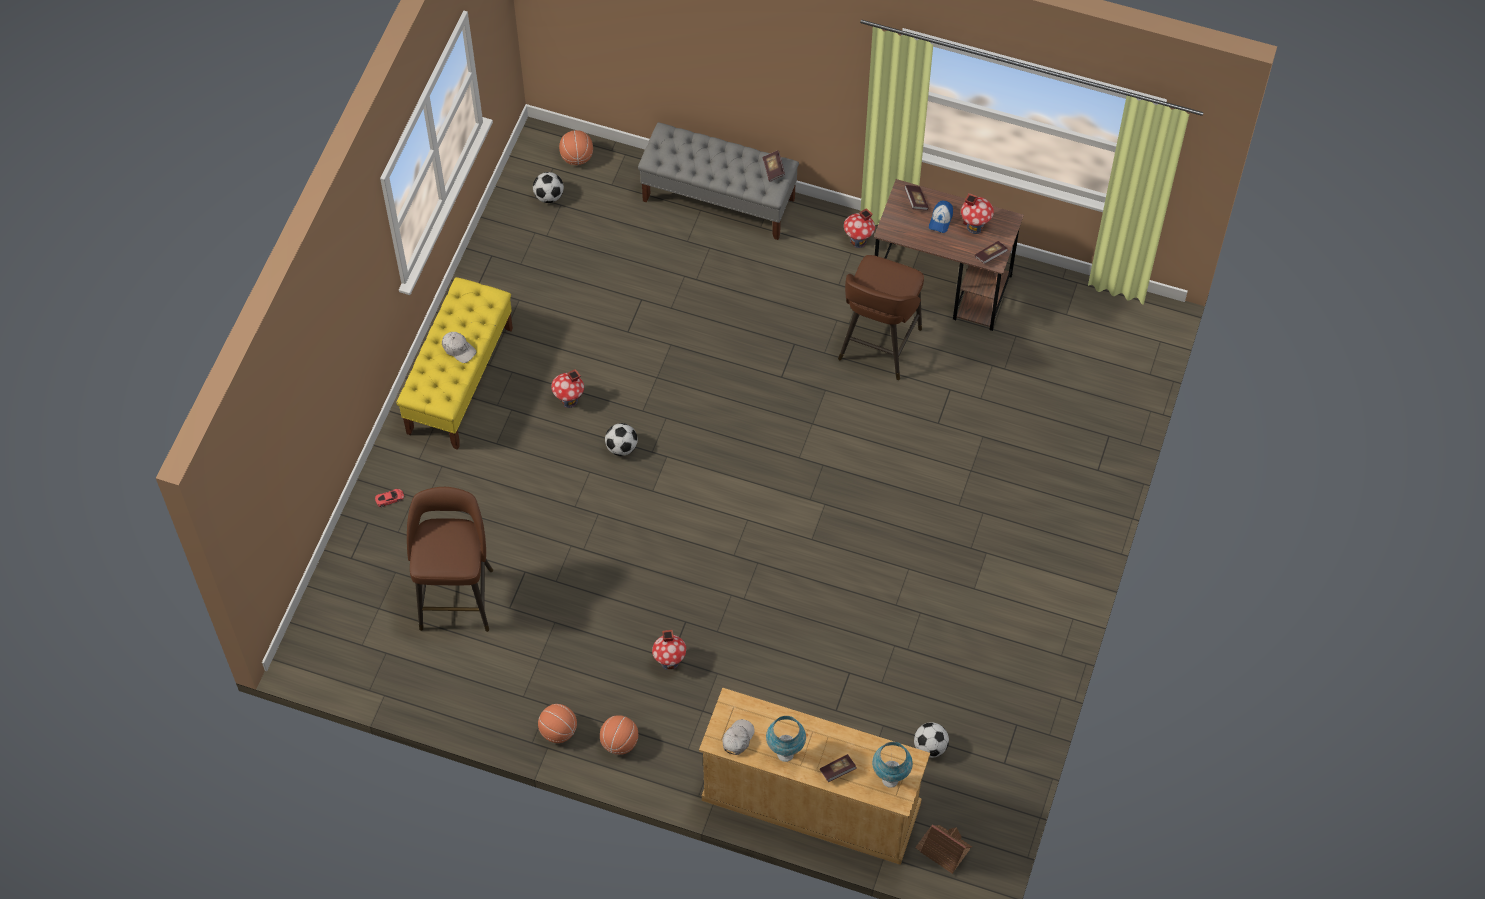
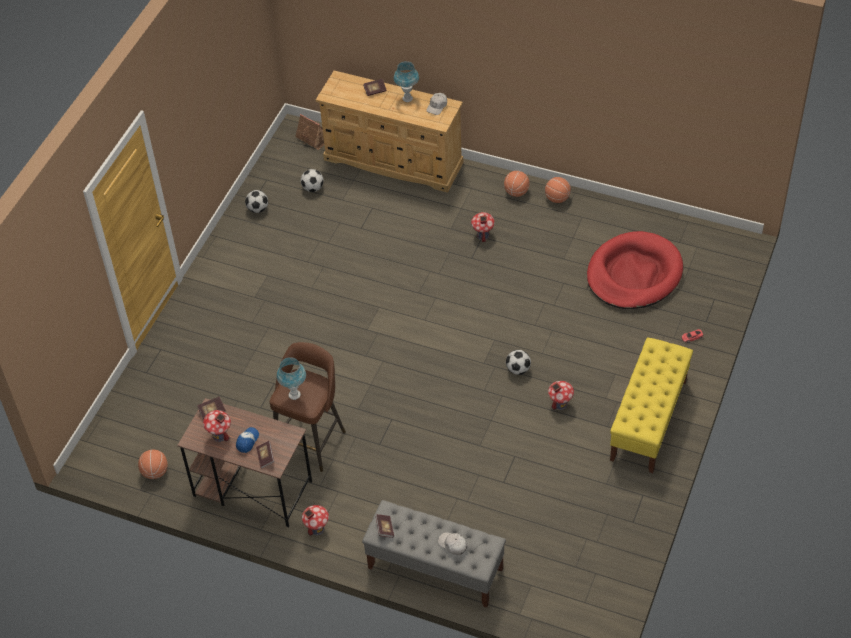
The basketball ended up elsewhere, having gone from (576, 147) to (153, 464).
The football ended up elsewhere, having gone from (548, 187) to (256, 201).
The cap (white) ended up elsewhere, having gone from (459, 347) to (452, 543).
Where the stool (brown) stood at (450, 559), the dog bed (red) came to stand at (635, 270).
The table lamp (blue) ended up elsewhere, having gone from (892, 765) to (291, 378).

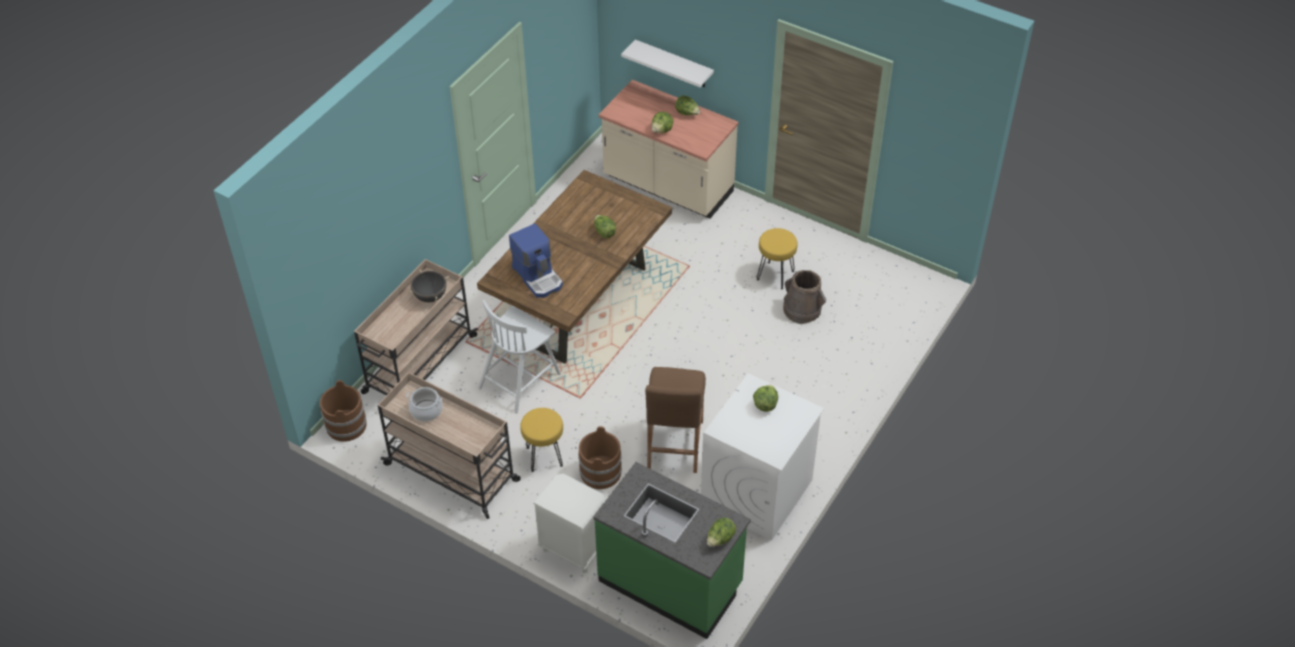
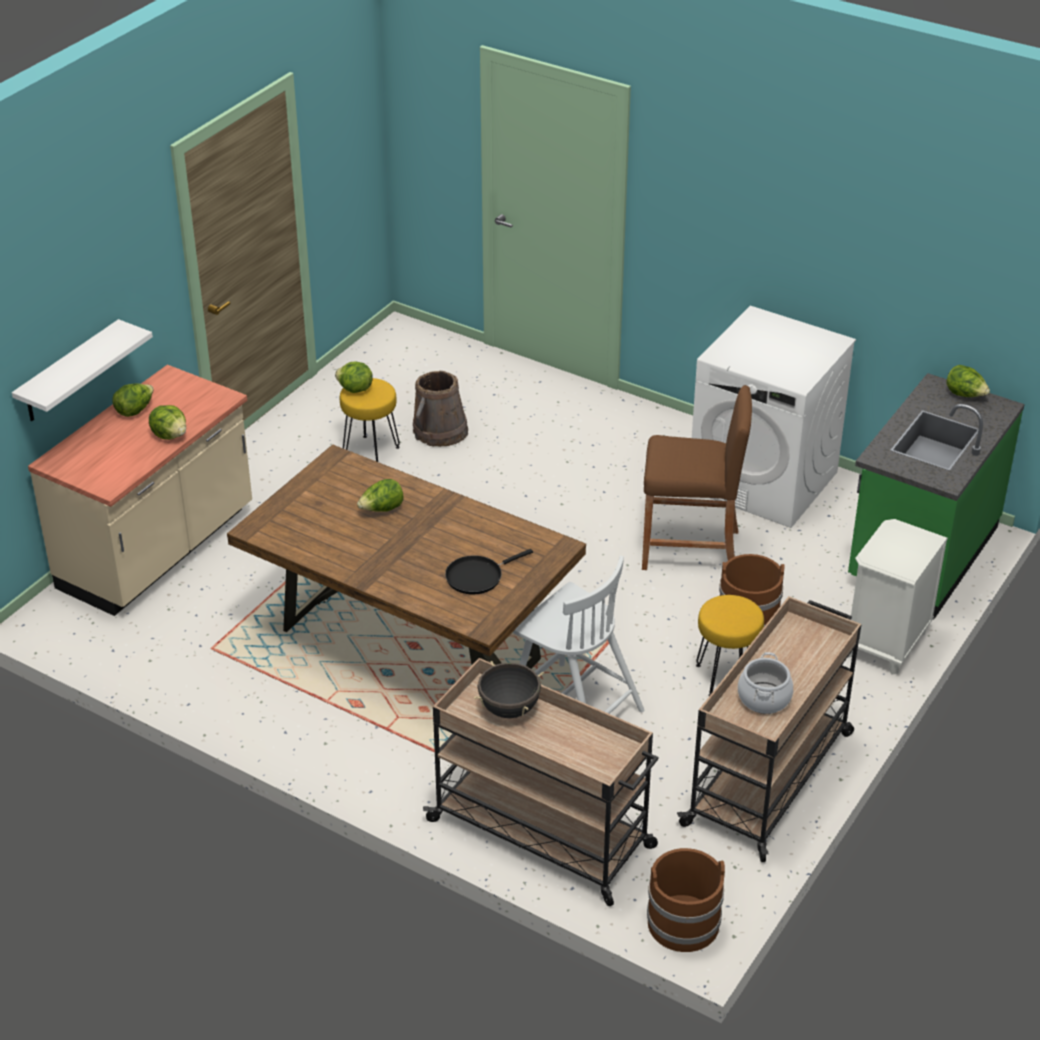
Where the coffee machine stood at (536, 260), the frying pan (black) came to stand at (489, 571).
The lettuce ended up elsewhere, having gone from (765, 398) to (354, 377).

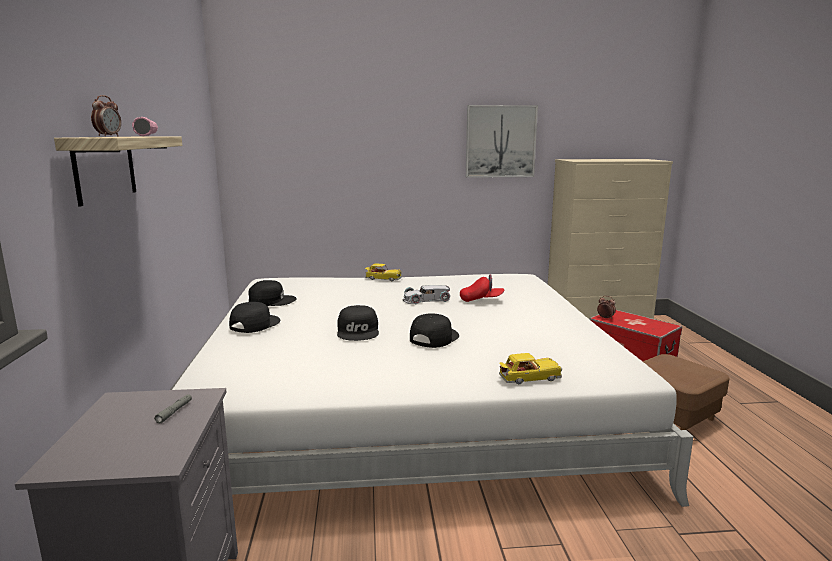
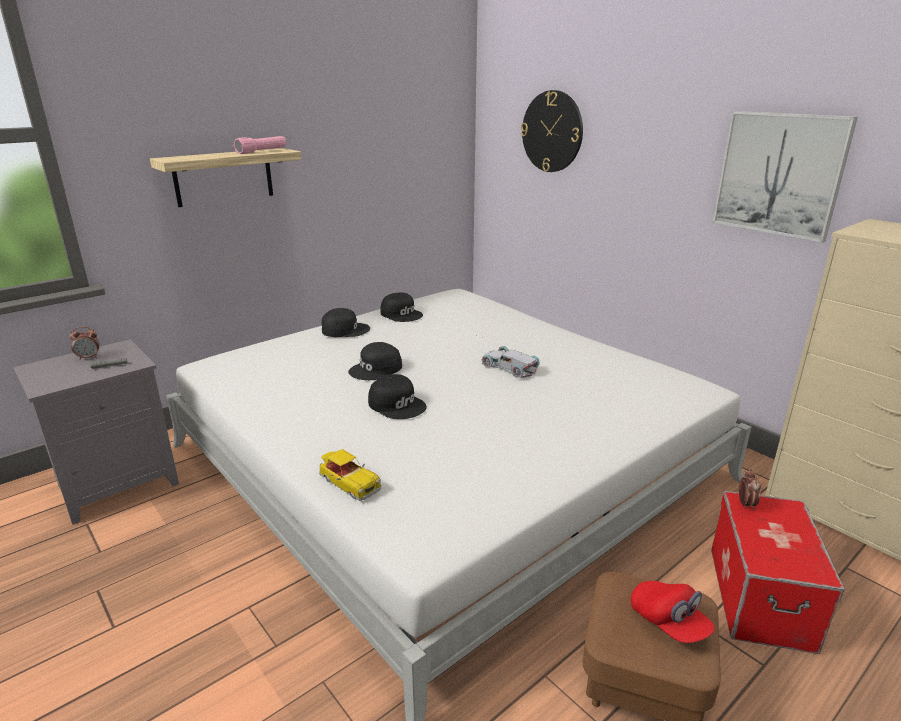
The alarm clock ended up elsewhere, having gone from (106, 115) to (85, 343).
The second view lost the toy car at (383, 272).
The cap (red) ended up elsewhere, having gone from (482, 288) to (673, 612).
The cap (black) at (434, 330) ended up facing another way, 45 degrees clockwise from before.
The second view gained the wall clock at (552, 131).

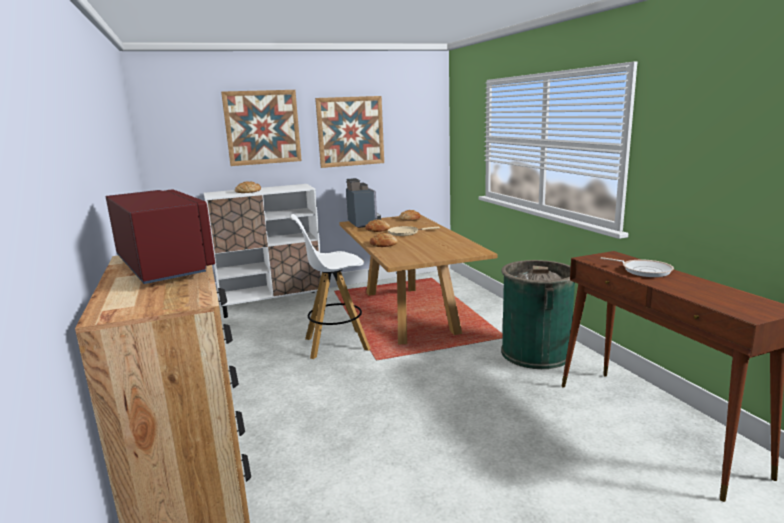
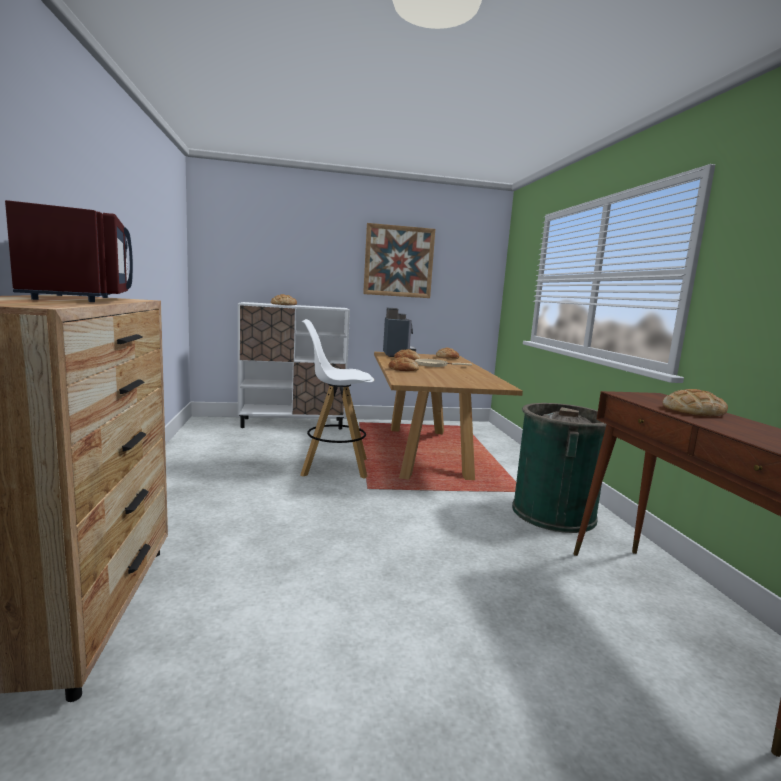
The second view lost the picture at (261, 128).
Where the frying pan stood at (637, 267), the bread came to stand at (695, 402).

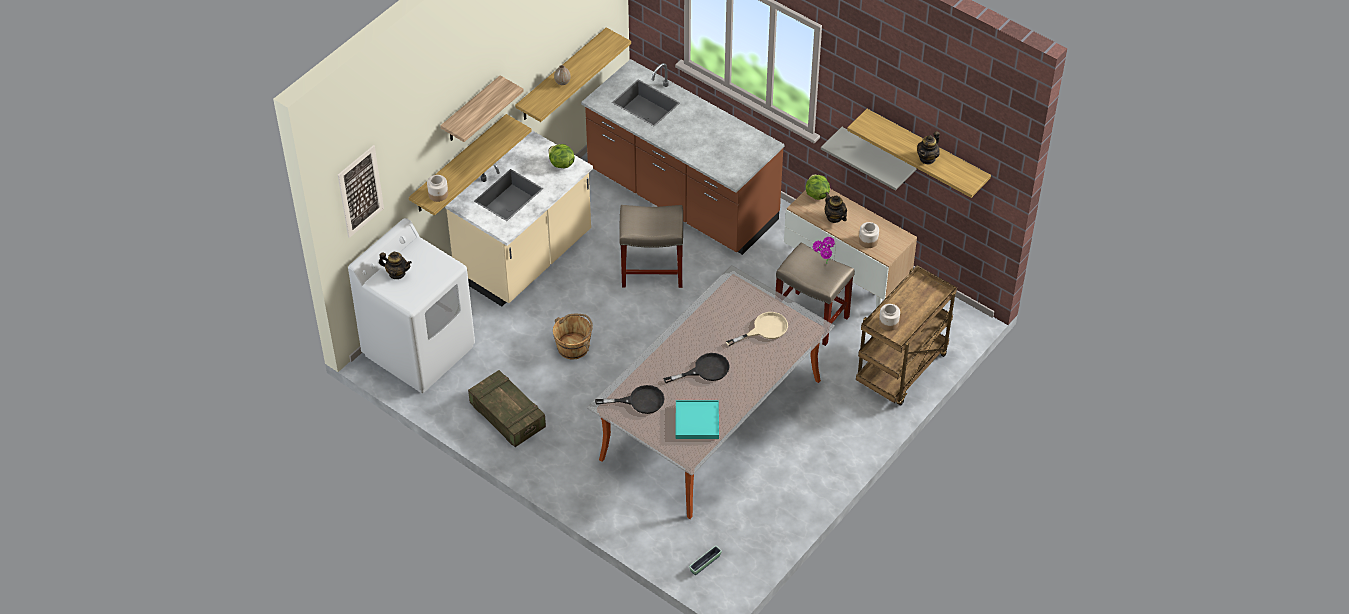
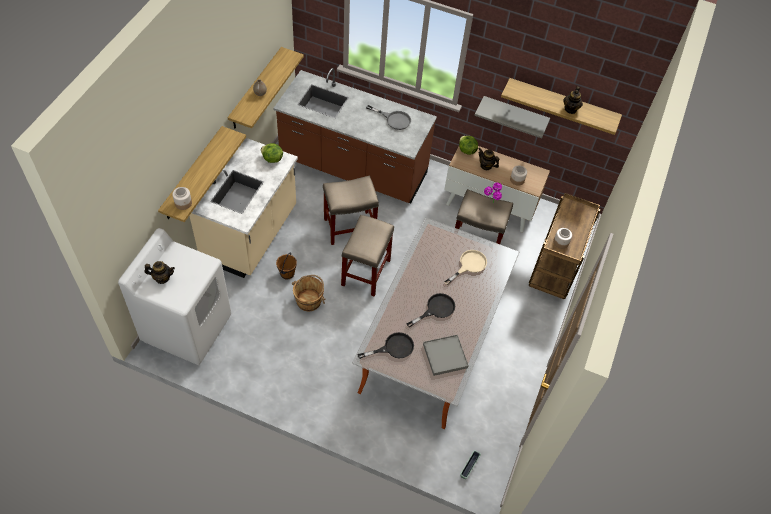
The second view lost the shelf at (482, 108).
The second view lost the picture at (361, 191).
The second view lost the crate at (507, 408).
What was the tray (turquoise) at (697, 419) turned into the tray (grey) at (446, 355).
The second view gained the frying pan (grey) at (388, 117).
The second view gained the stool (beige) at (367, 255).
The second view gained the bucket (brown) at (286, 266).

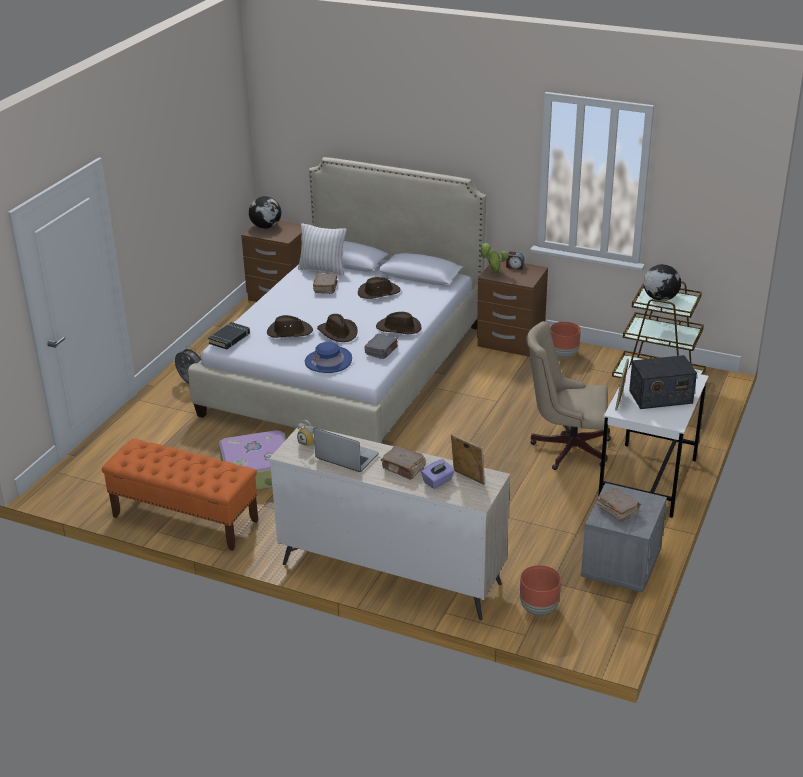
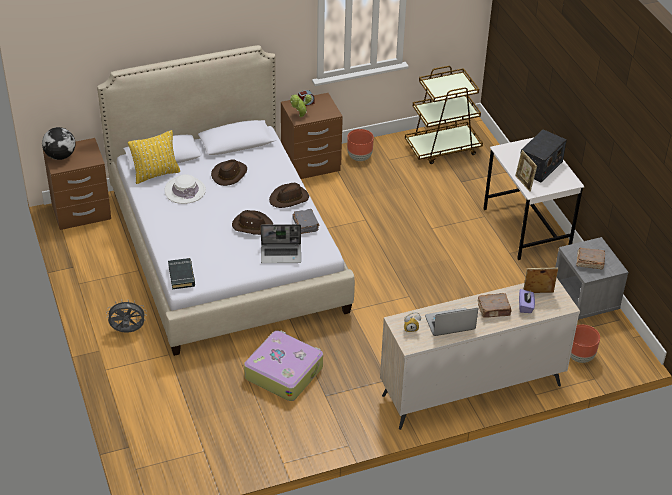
What was the pillow (white) at (322, 249) turned into the pillow (yellow) at (154, 157).
The second view lost the globe at (662, 282).
Where the book (brown) stood at (325, 283), the hat (white) came to stand at (185, 189).
The second view lost the hat (brown) at (290, 326).
The second view lost the office chair (beige) at (568, 395).
Where the hat (blue) stood at (328, 357), the laptop came to stand at (281, 243).
The second view lost the bench (orange) at (180, 494).

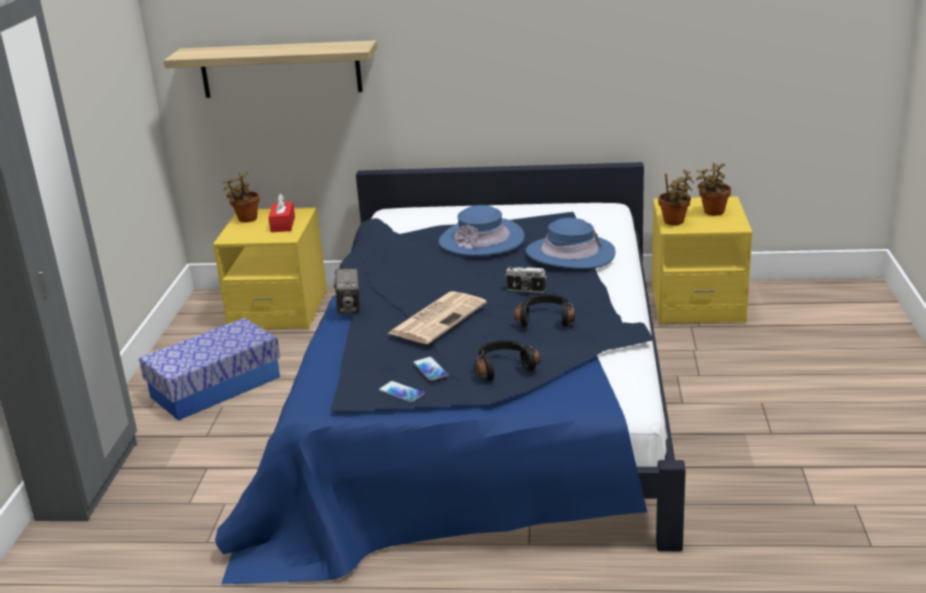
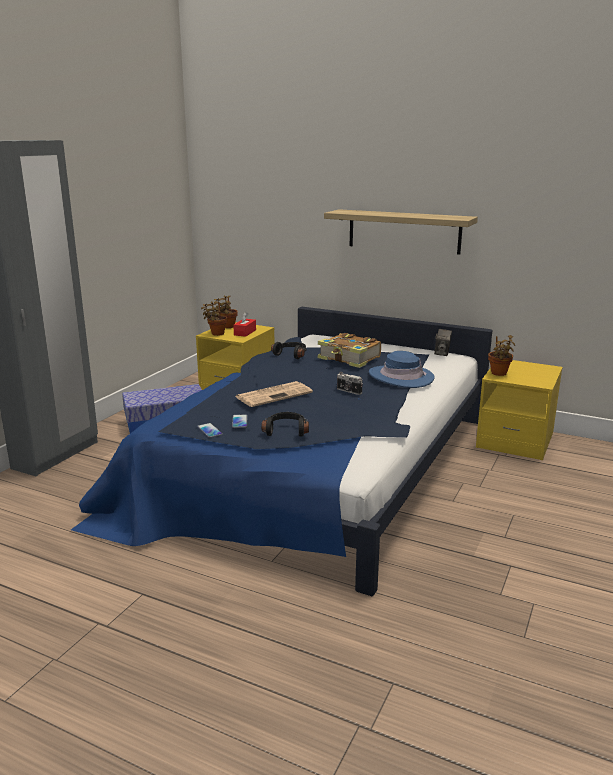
The shelf ended up elsewhere, having gone from (270, 69) to (401, 232).
The potted plant ended up elsewhere, having gone from (713, 189) to (214, 318).
Where the hat (blue) stood at (482, 230), the book came to stand at (349, 350).
The photo camera ended up elsewhere, having gone from (346, 291) to (443, 342).
The headphones (black) ended up elsewhere, having gone from (544, 310) to (289, 350).

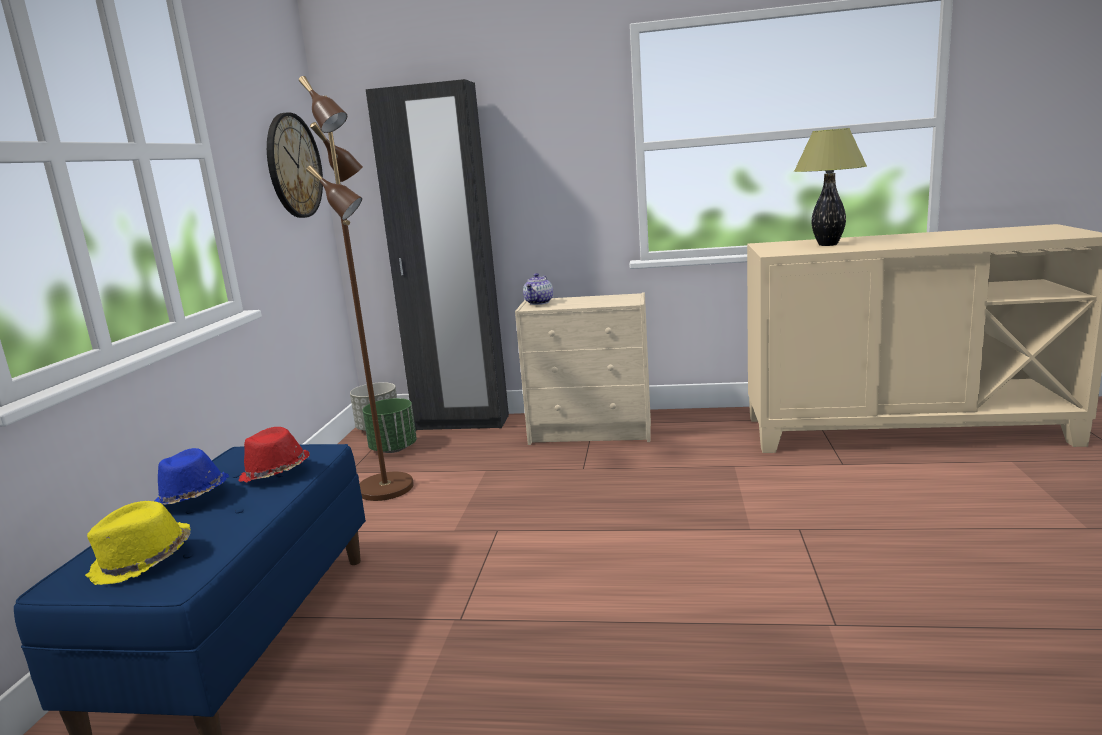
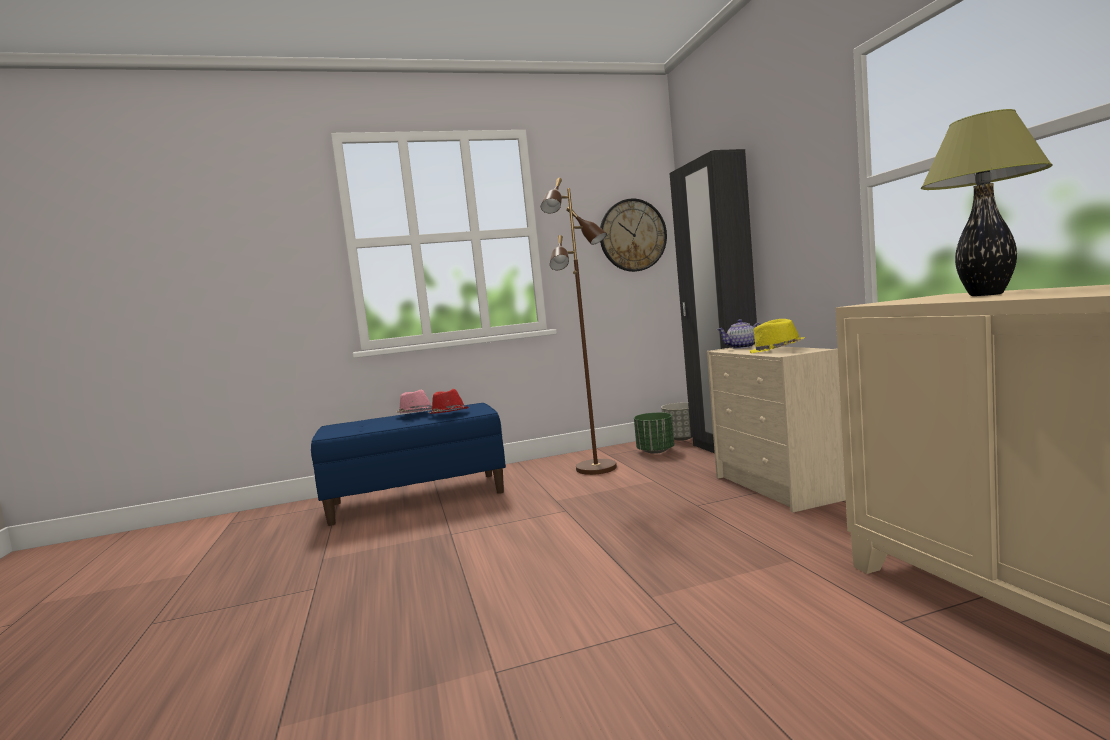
What was the hat (blue) at (191, 476) turned into the hat (pink) at (414, 401).
The hat (yellow) ended up elsewhere, having gone from (138, 543) to (777, 336).

